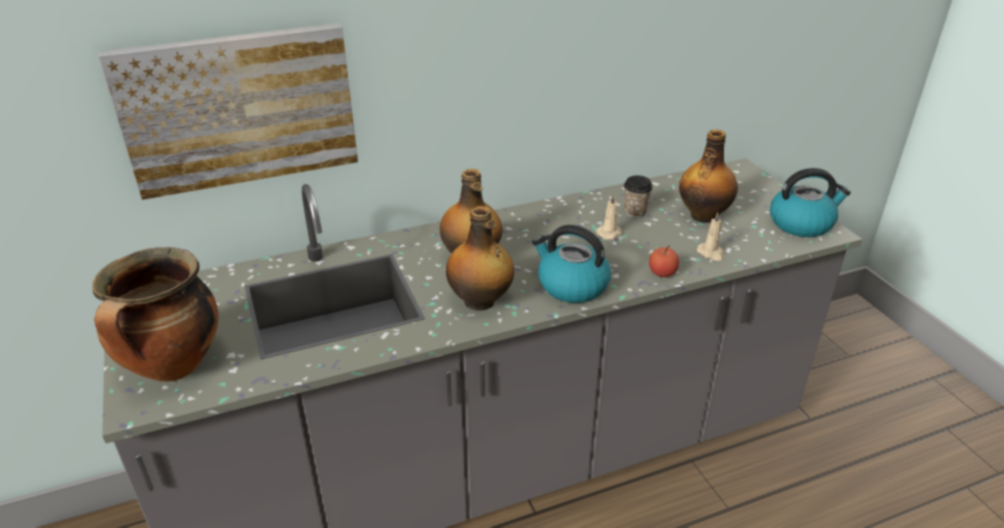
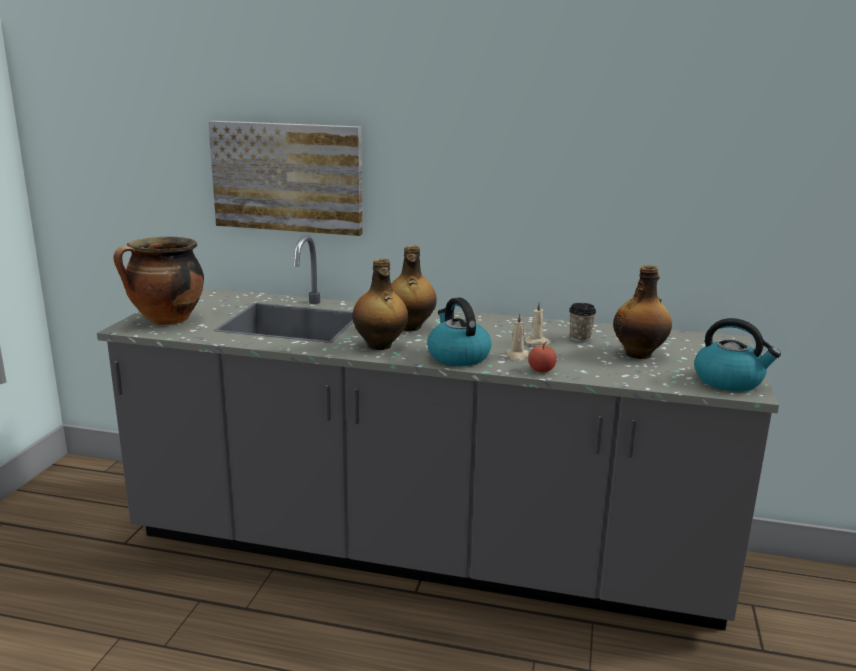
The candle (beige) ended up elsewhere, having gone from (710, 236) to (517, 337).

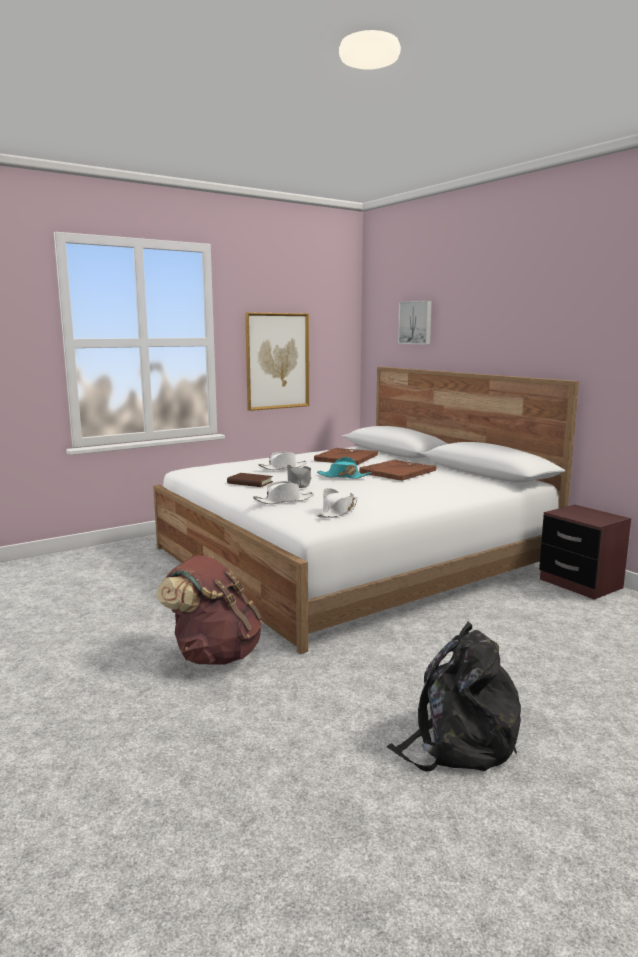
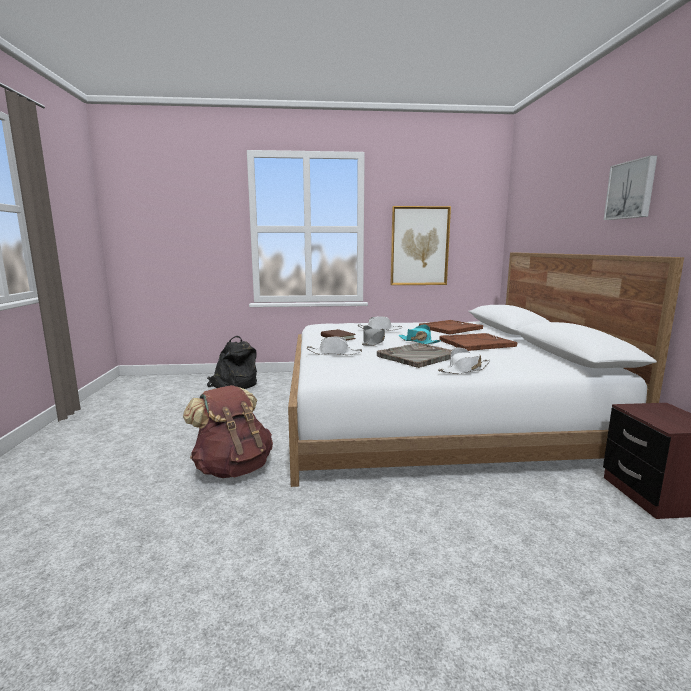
The picture ended up elsewhere, having gone from (415, 322) to (630, 187).
The hat (white) ended up elsewhere, having gone from (337, 503) to (464, 360).
The backpack (black) ended up elsewhere, having gone from (453, 696) to (232, 362).
The second view gained the tray (grey) at (414, 355).

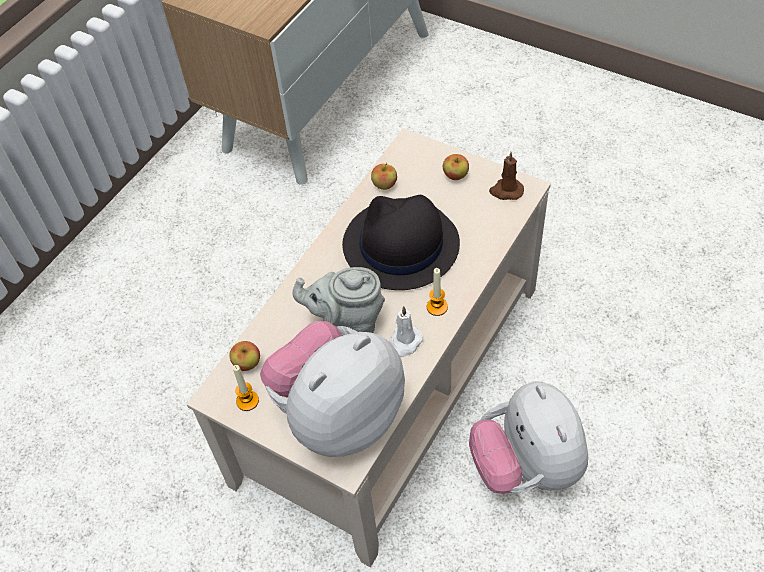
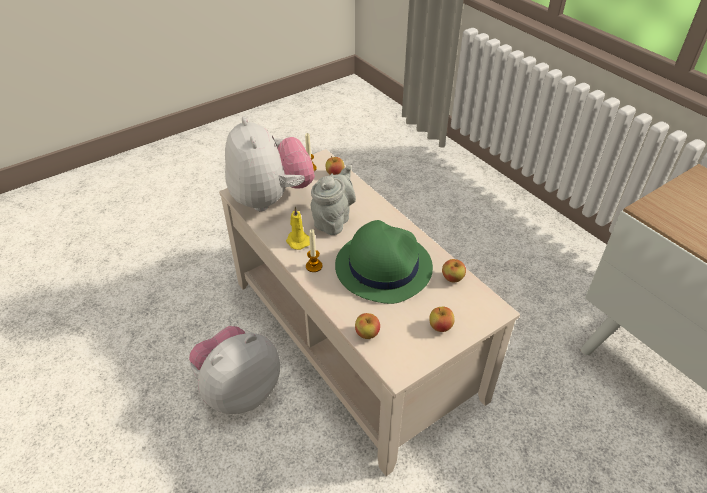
The second view lost the candle (brown) at (506, 176).
What was the hat (black) at (401, 242) turned into the hat (green) at (384, 262).
What was the candle (white) at (406, 332) turned into the candle (yellow) at (298, 228).
The plush toy at (528, 438) ended up facing another way, 45 degrees counterclockwise from before.
The second view gained the apple at (367, 326).

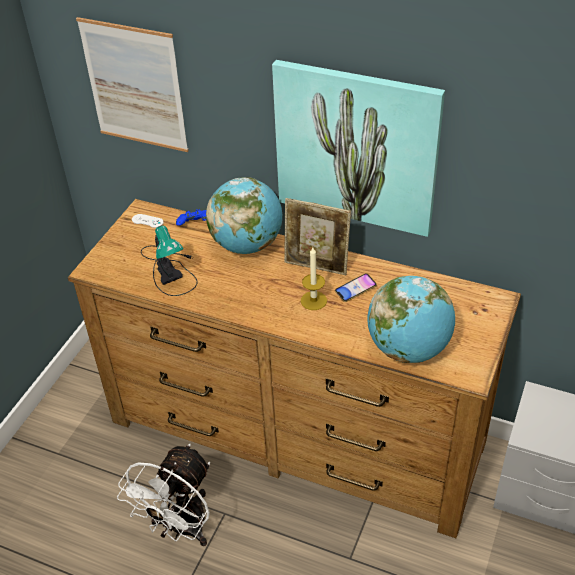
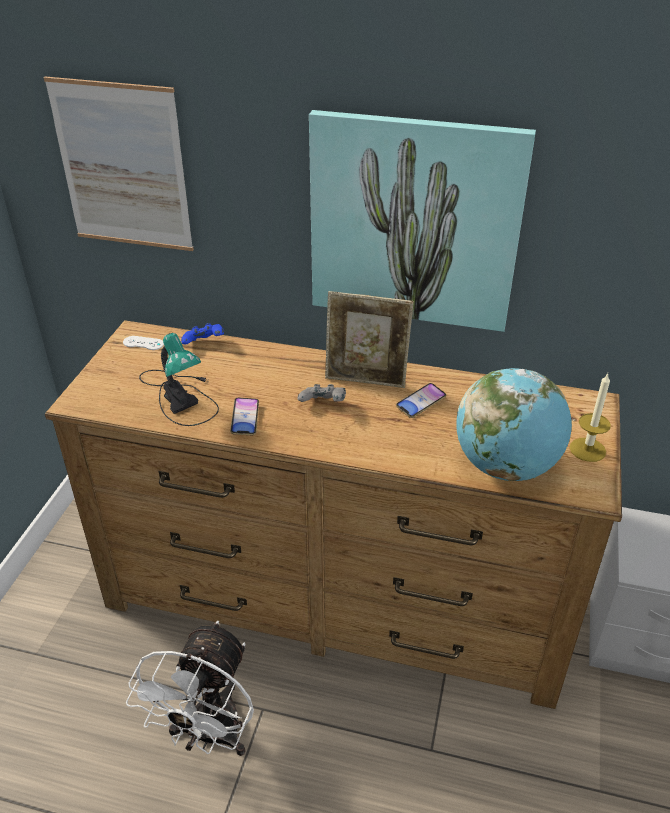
The second view lost the globe at (244, 215).
The candle ended up elsewhere, having gone from (314, 278) to (590, 417).
The second view gained the game controller (grey) at (321, 393).
The second view gained the phone at (244, 416).

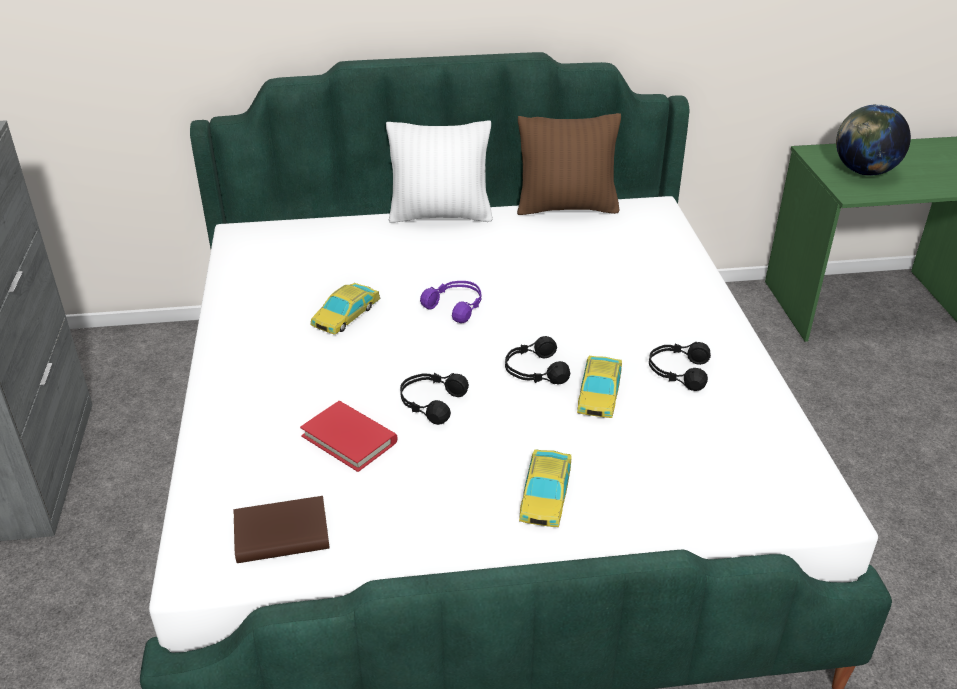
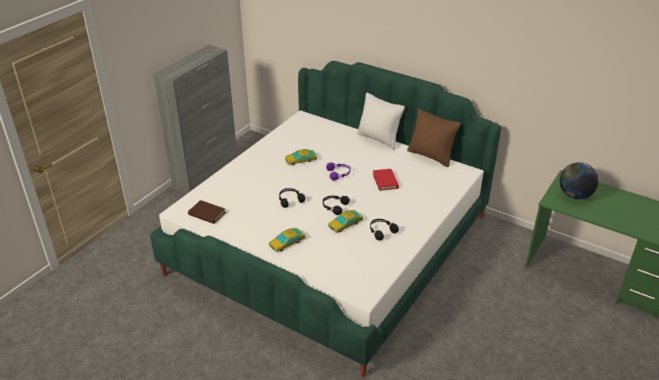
The book (red) ended up elsewhere, having gone from (348, 436) to (386, 180).

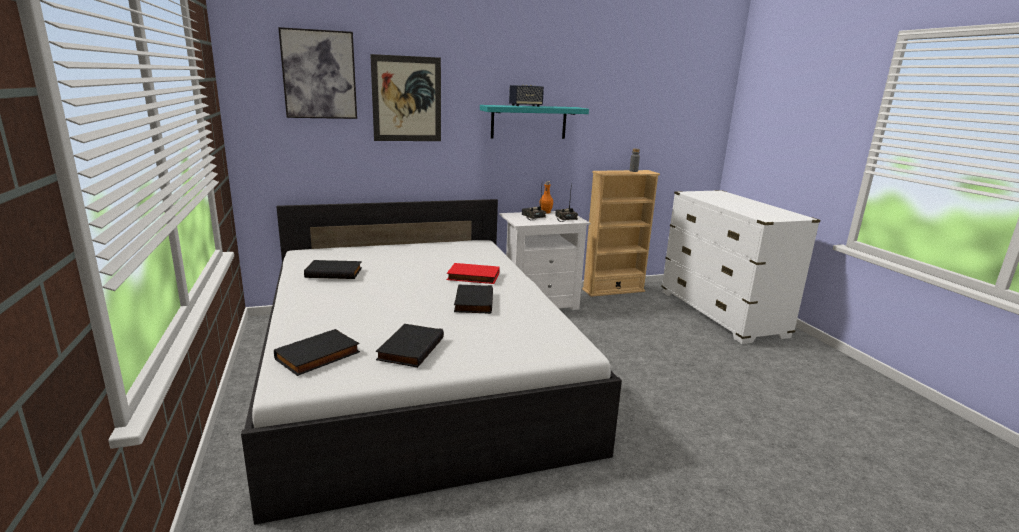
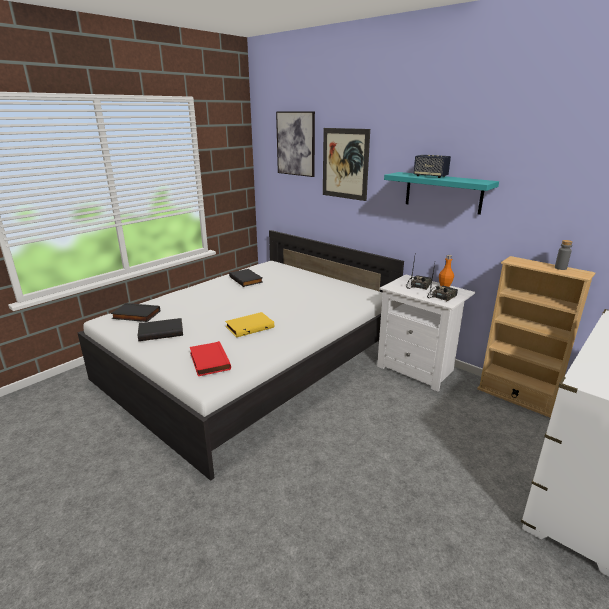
The book (red) ended up elsewhere, having gone from (473, 273) to (210, 358).
What was the book (black) at (473, 299) turned into the book (yellow) at (249, 325).

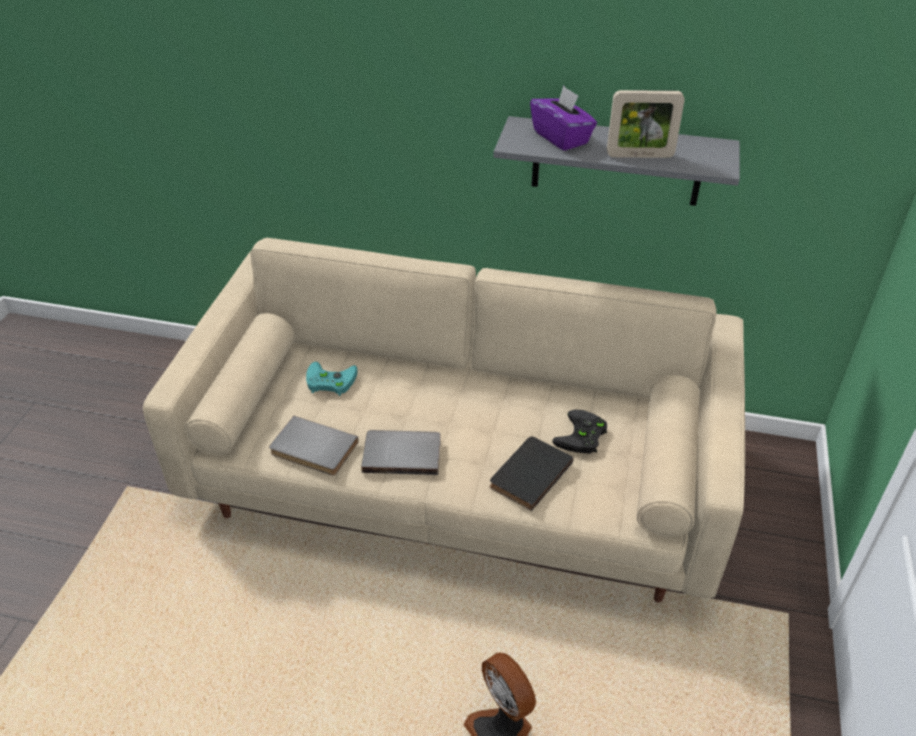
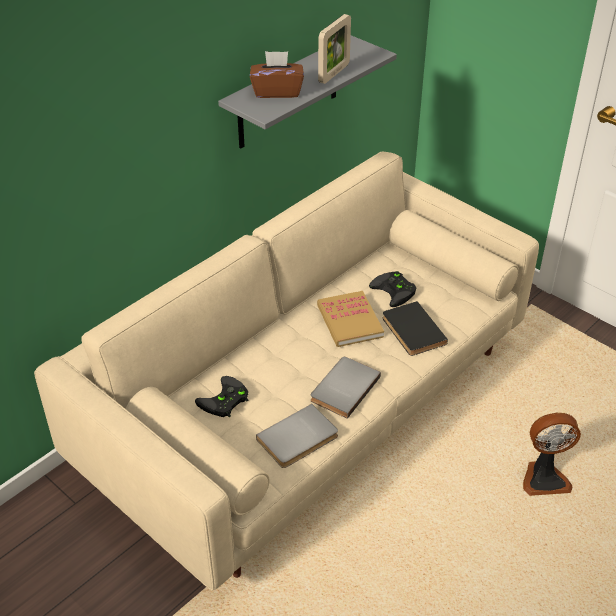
What was the tissue box (purple) at (563, 118) turned into the tissue box (brown) at (277, 74).
What was the game controller (turquoise) at (332, 379) turned into the game controller (black) at (221, 396).
The second view gained the book at (350, 319).

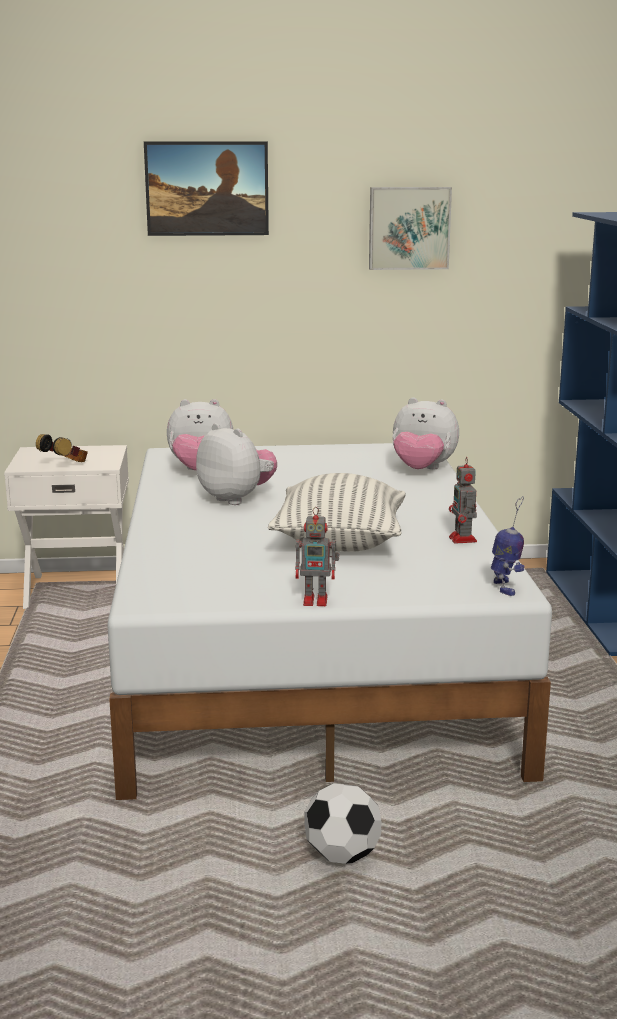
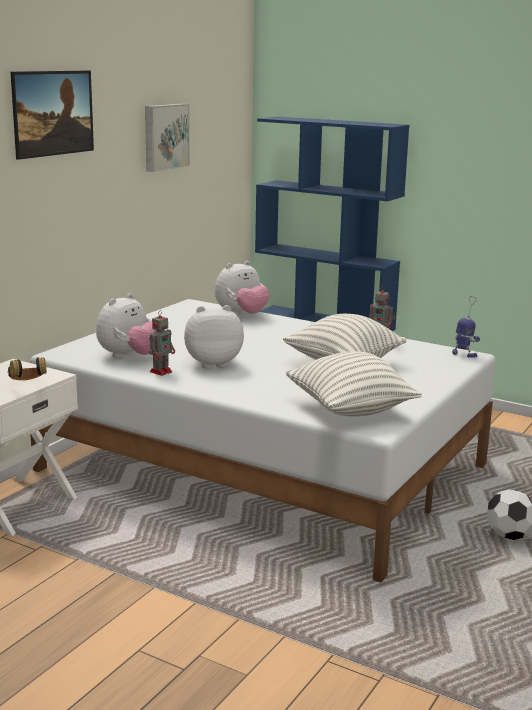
The toy robot ended up elsewhere, having gone from (317, 556) to (162, 343).
The second view gained the pillow at (353, 384).

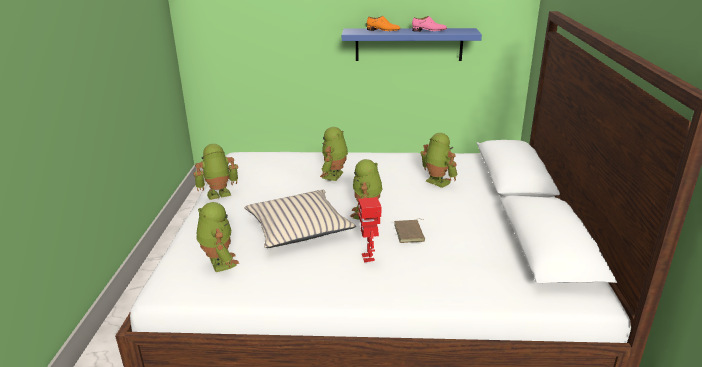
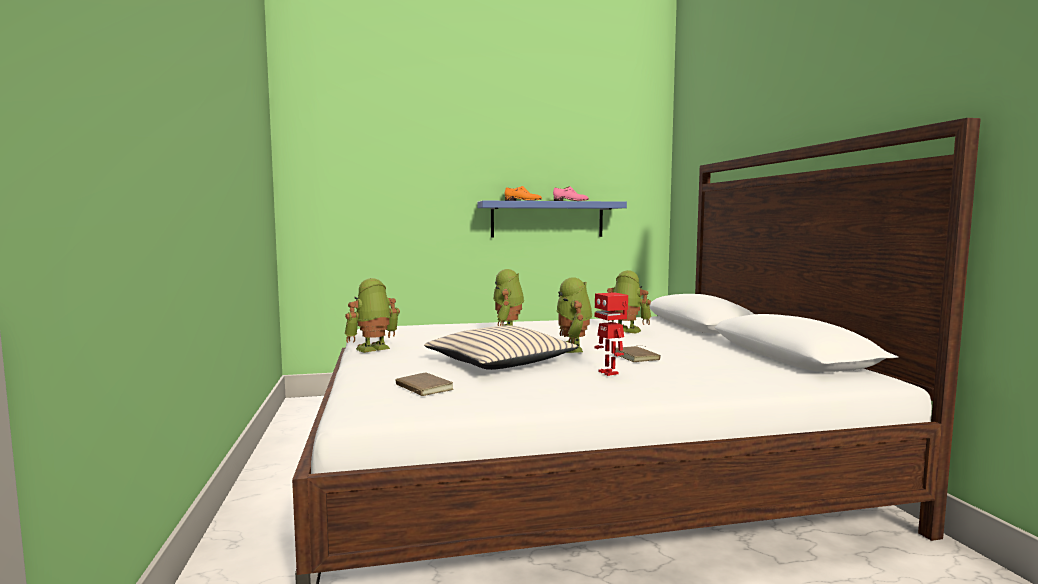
Where the toy robot stood at (217, 237), the book (brown) came to stand at (424, 384).

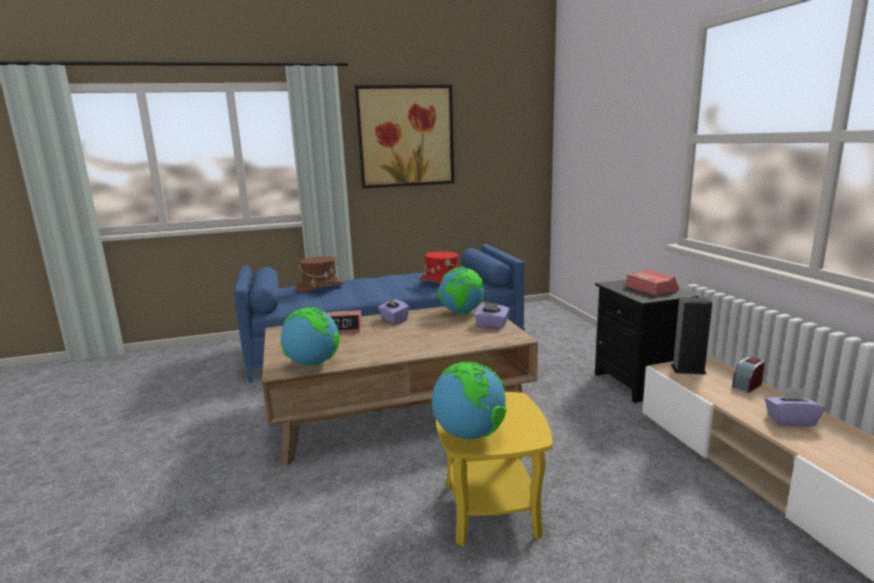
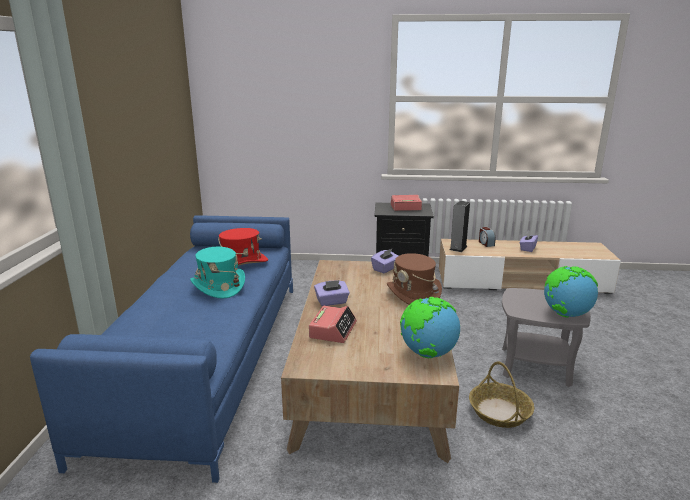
The second view lost the picture at (404, 136).
The hat (brown) ended up elsewhere, having gone from (320, 274) to (414, 279).
The second view lost the globe at (461, 290).
What was the side table (yellow) at (494, 469) turned into the side table (grey) at (546, 337).
The second view gained the hat (turquoise) at (217, 273).
The second view gained the basket at (501, 395).

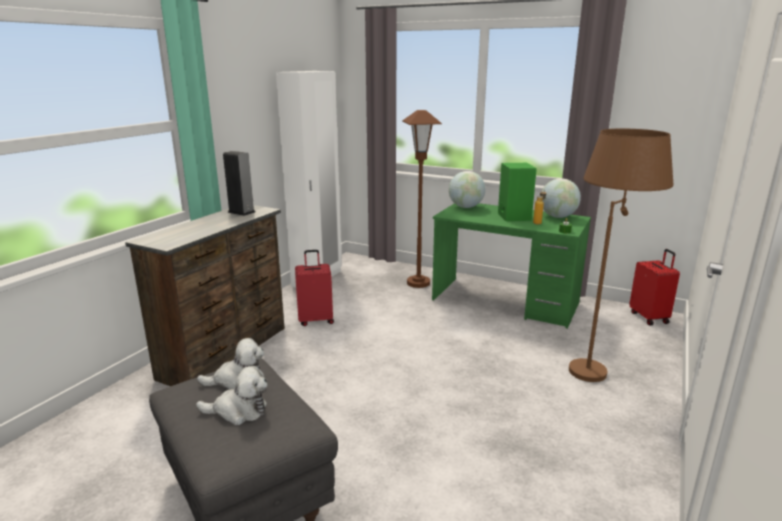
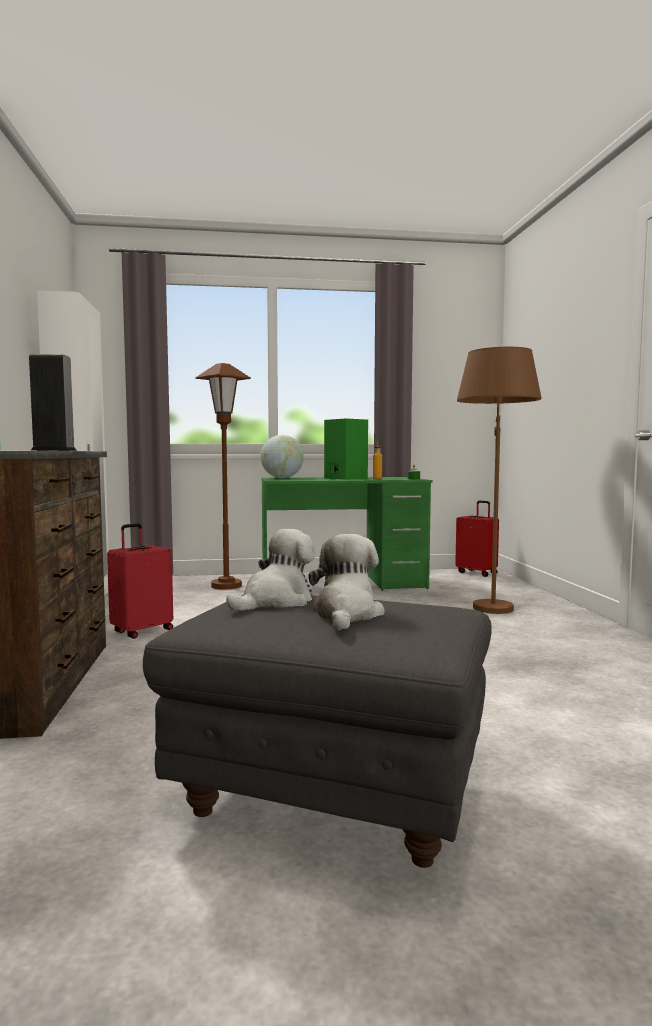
The second view lost the globe at (561, 198).
The plush toy at (232, 395) ended up facing another way, 45 degrees counterclockwise from before.

